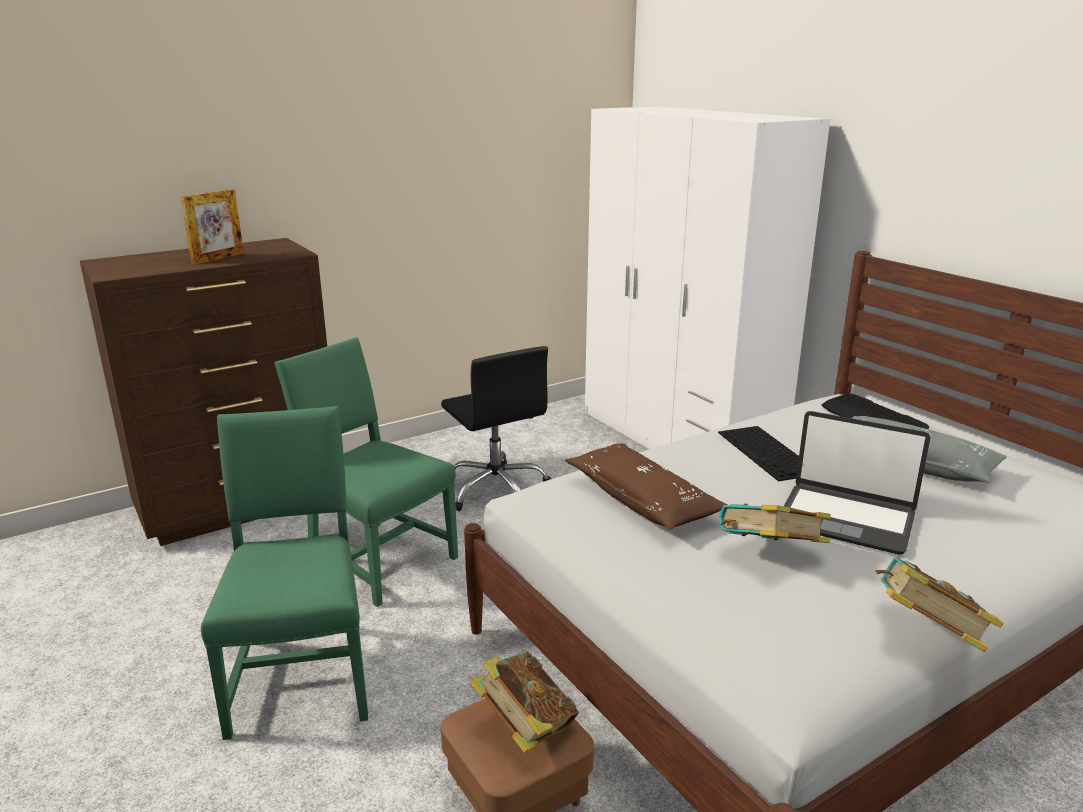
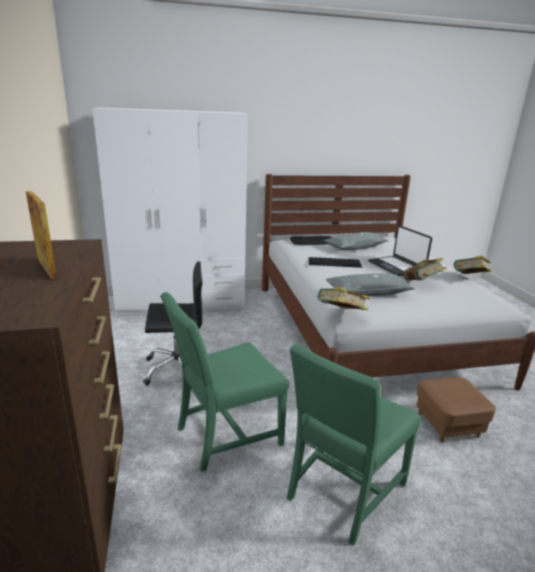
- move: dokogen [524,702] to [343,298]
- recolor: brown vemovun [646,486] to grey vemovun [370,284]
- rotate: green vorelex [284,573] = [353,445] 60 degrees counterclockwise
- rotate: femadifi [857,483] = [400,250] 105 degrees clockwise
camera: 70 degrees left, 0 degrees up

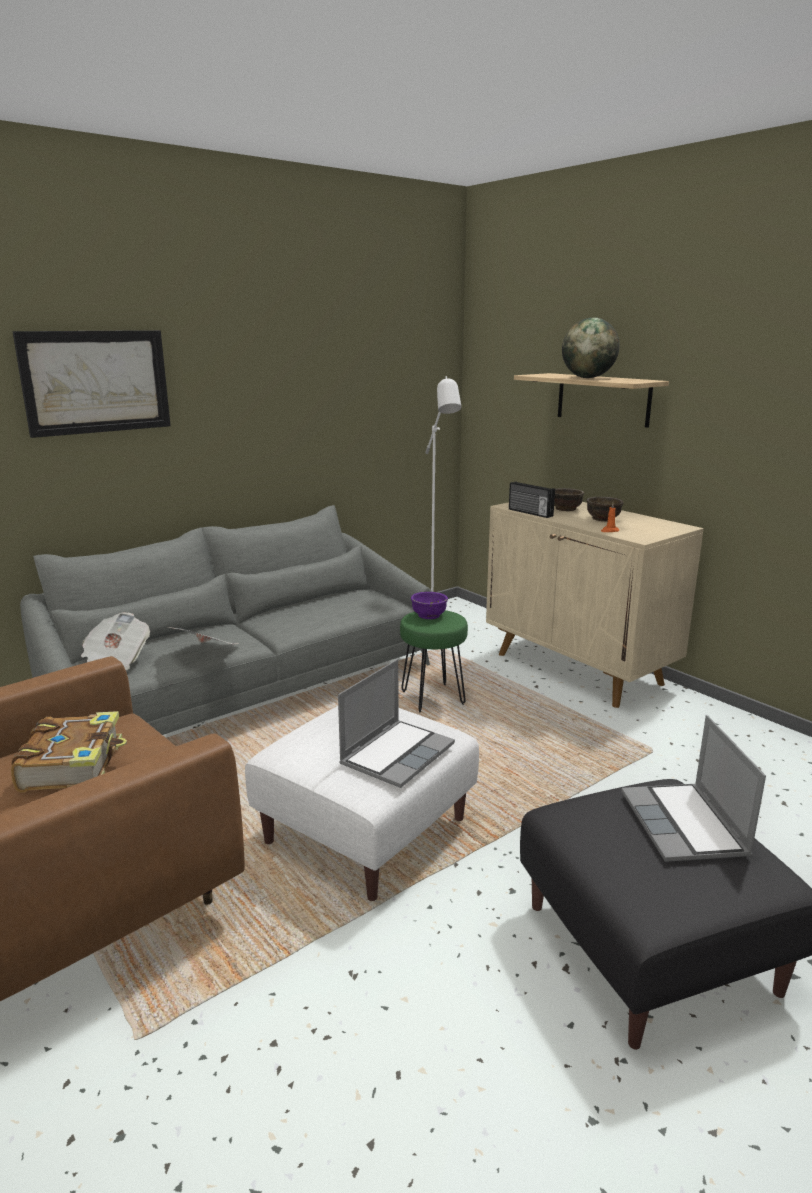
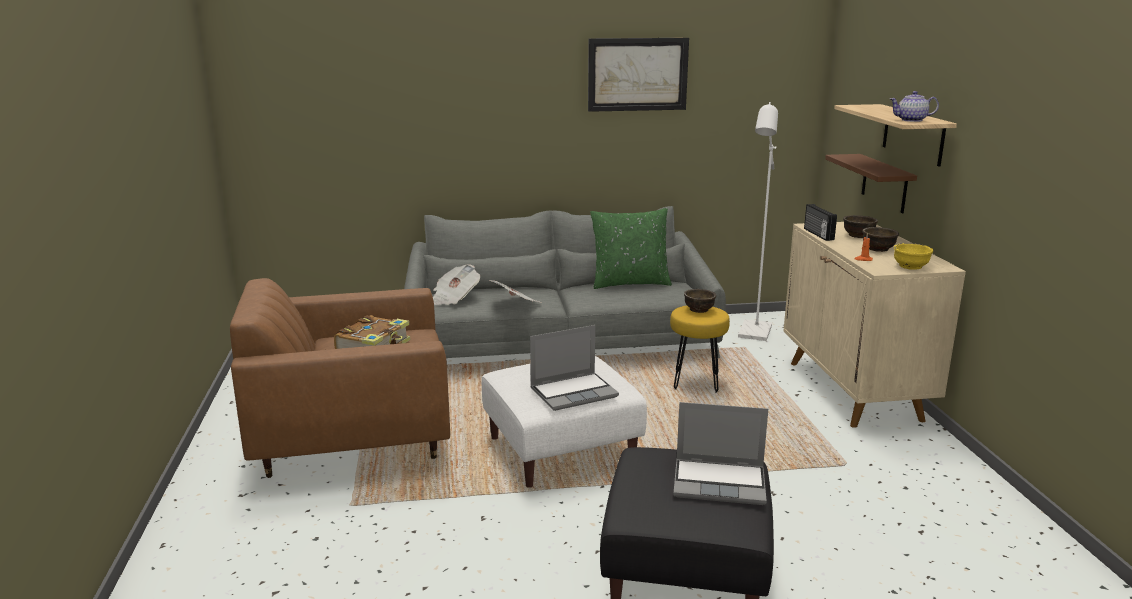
- delete: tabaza [591,347]
- insert: green vemovun [631,248]
- insert: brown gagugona [871,183]
- insert: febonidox [914,106]
- insert: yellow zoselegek [913,256]
- move: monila [91,384] to [638,75]
- recolor: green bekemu [434,661] to yellow bekemu [700,349]
- recolor: purple zoselegek [429,605] to brown zoselegek [700,301]
- rotate: femadifi [693,788] = [720,453] 105 degrees counterclockwise
camera: 30 degrees right, 0 degrees up

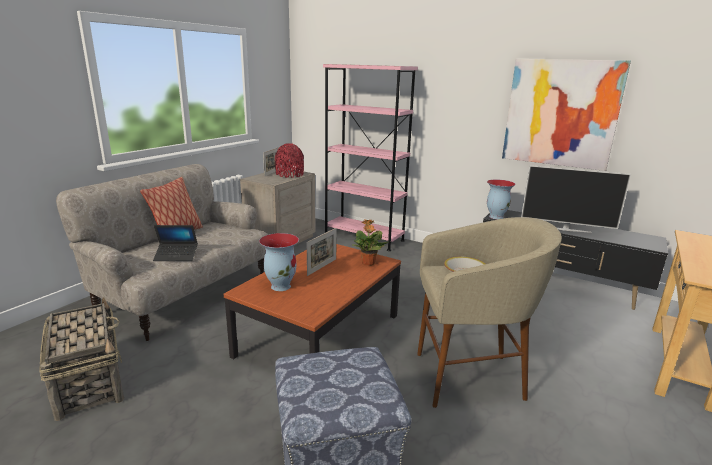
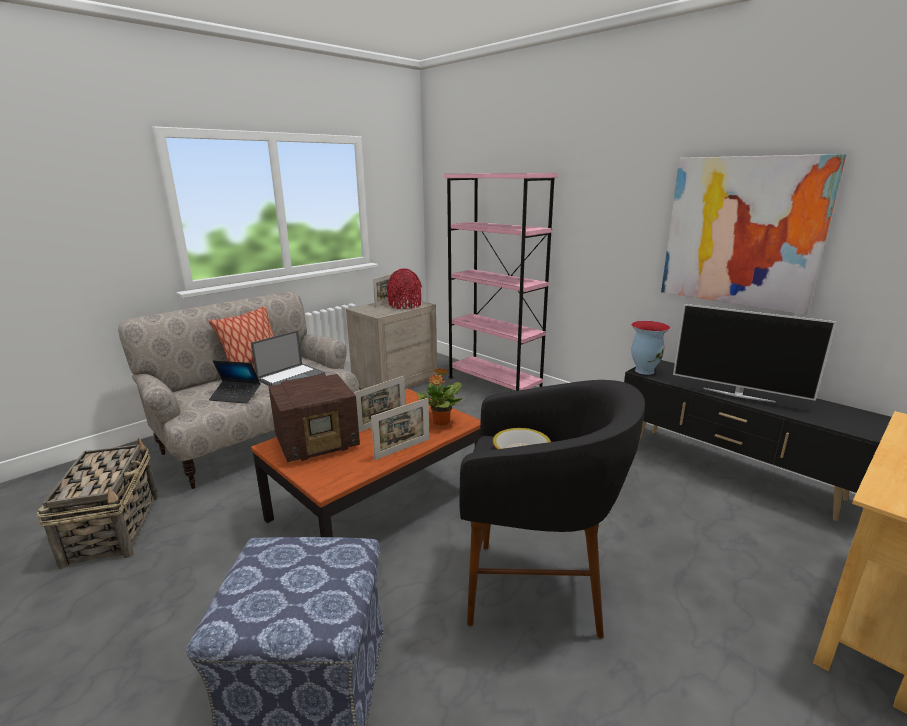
- insert: femadifi [288,358]
- insert: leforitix [400,429]
- replace: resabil [279,262] to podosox [314,418]
- recolor: beige bekemu [489,312] to black bekemu [552,509]
camera: 15 degrees right, 0 degrees up

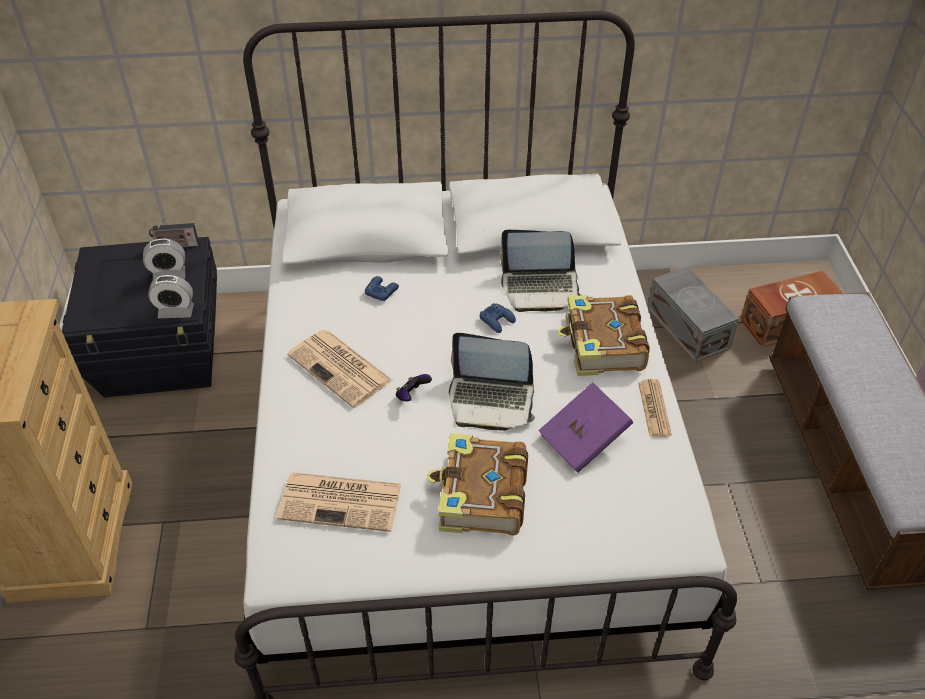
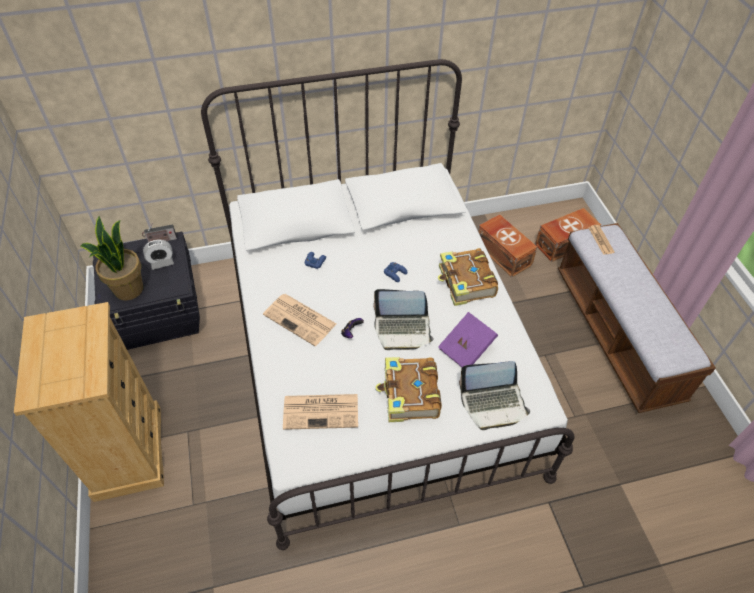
- delete: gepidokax [171,296]
- insert: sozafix [111,258]
- move: femadifi [540,271] to [494,395]
- move: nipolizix [655,408] to [601,240]
- recolor: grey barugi [693,314] to brown barugi [507,245]
camera: 10 degrees left, 5 degrees up

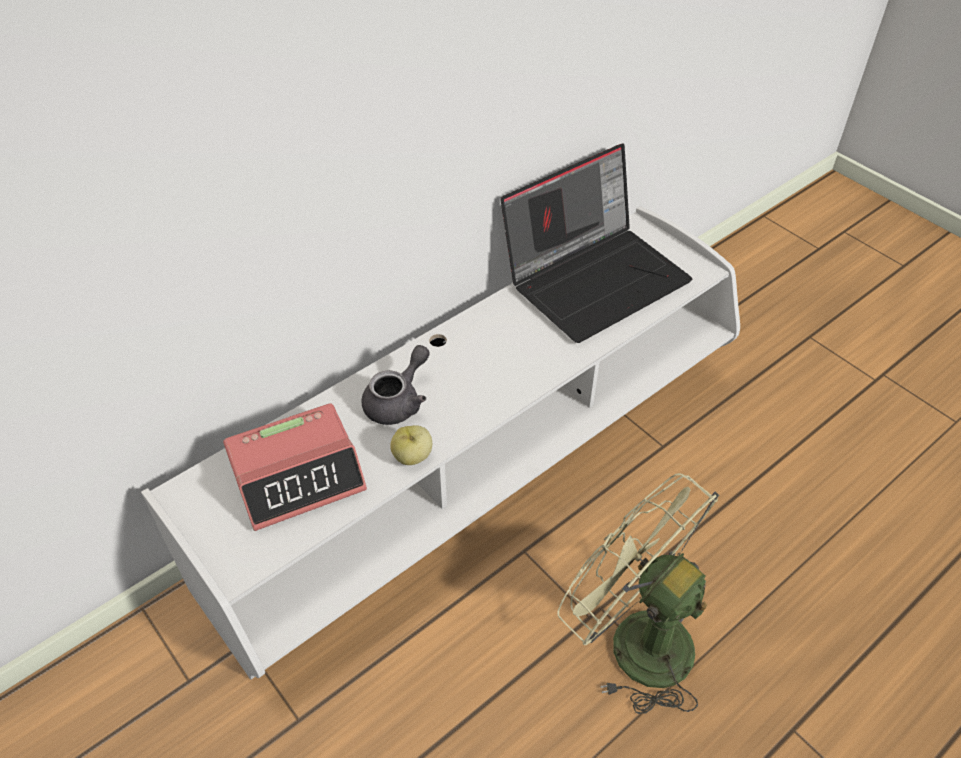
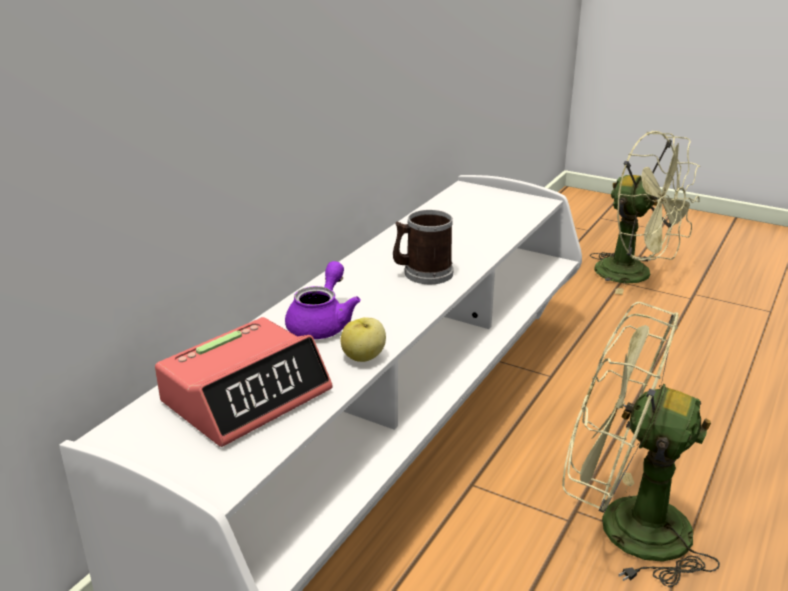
- delete: femadifi [597,243]
- insert: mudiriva [423,247]
- insert: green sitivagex [645,213]
- recolor: grey febonidox [396,385] to purple febonidox [323,300]
camera: 20 degrees left, 20 degrees down

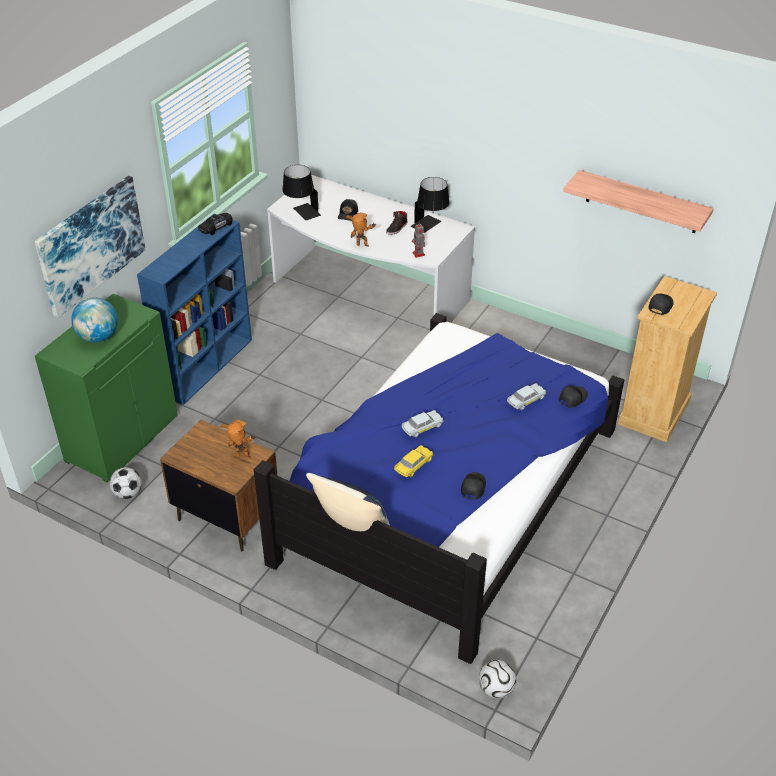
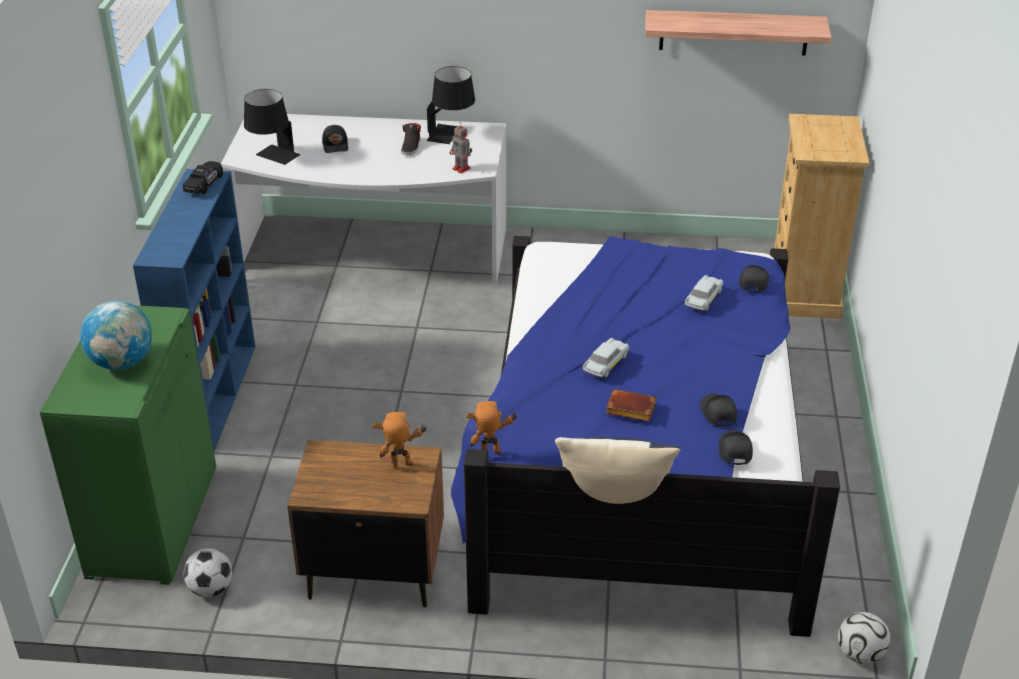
- delete: monila [90,247]
- move: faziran [361,230] to [492,427]
- move: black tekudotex [661,304] to [736,447]
- replace: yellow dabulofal [413,461] to brown dokogen [631,405]
camera: 25 degrees left, 5 degrees down

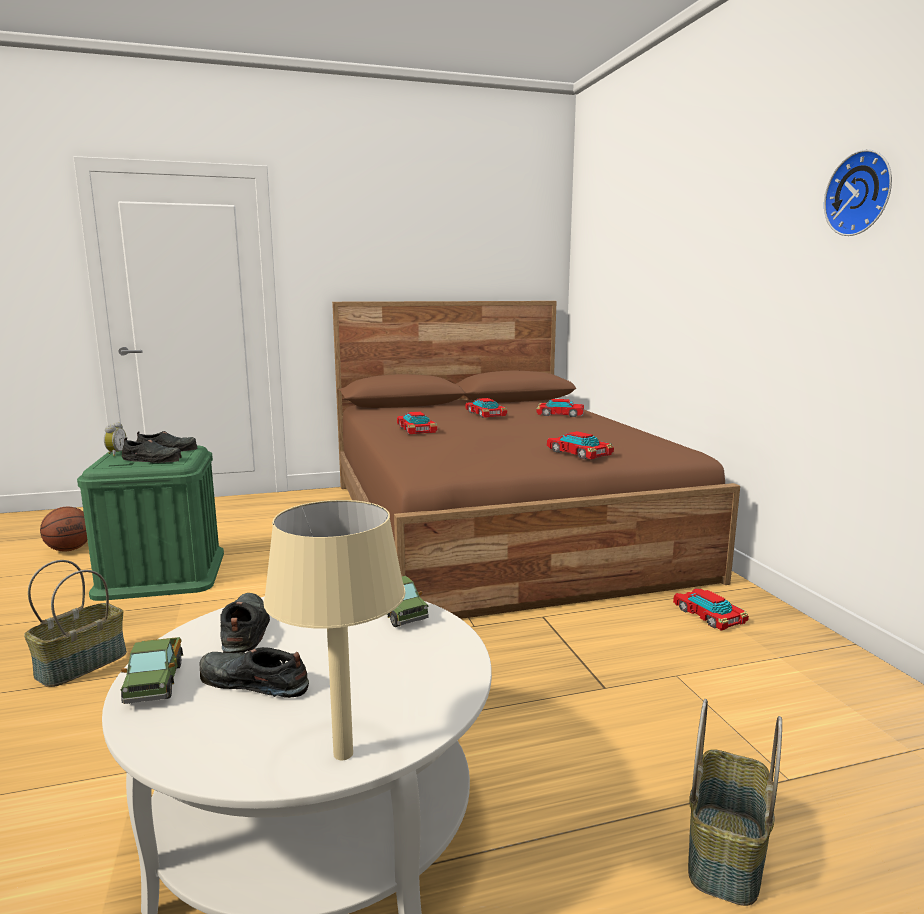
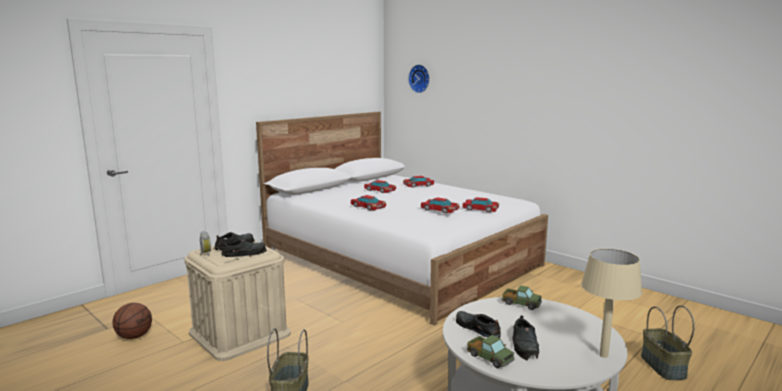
- move: dabulofal [711,609] to [440,206]
- move: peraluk [858,192] to [419,78]
- recolor: green barugi [150,523] to beige barugi [237,301]
- recolor: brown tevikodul [536,460] to white tevikodul [402,219]
- rotate: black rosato [254,672] = [525,338] 75 degrees counterclockwise
camera: 30 degrees left, 0 degrees up

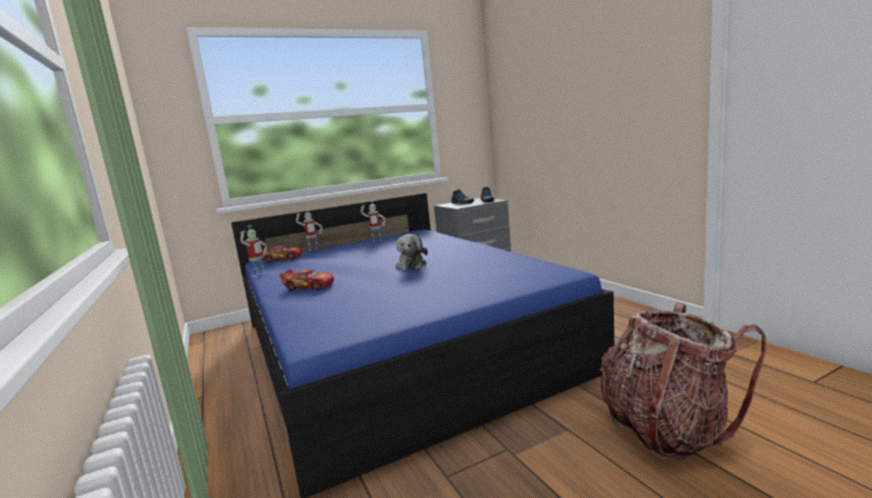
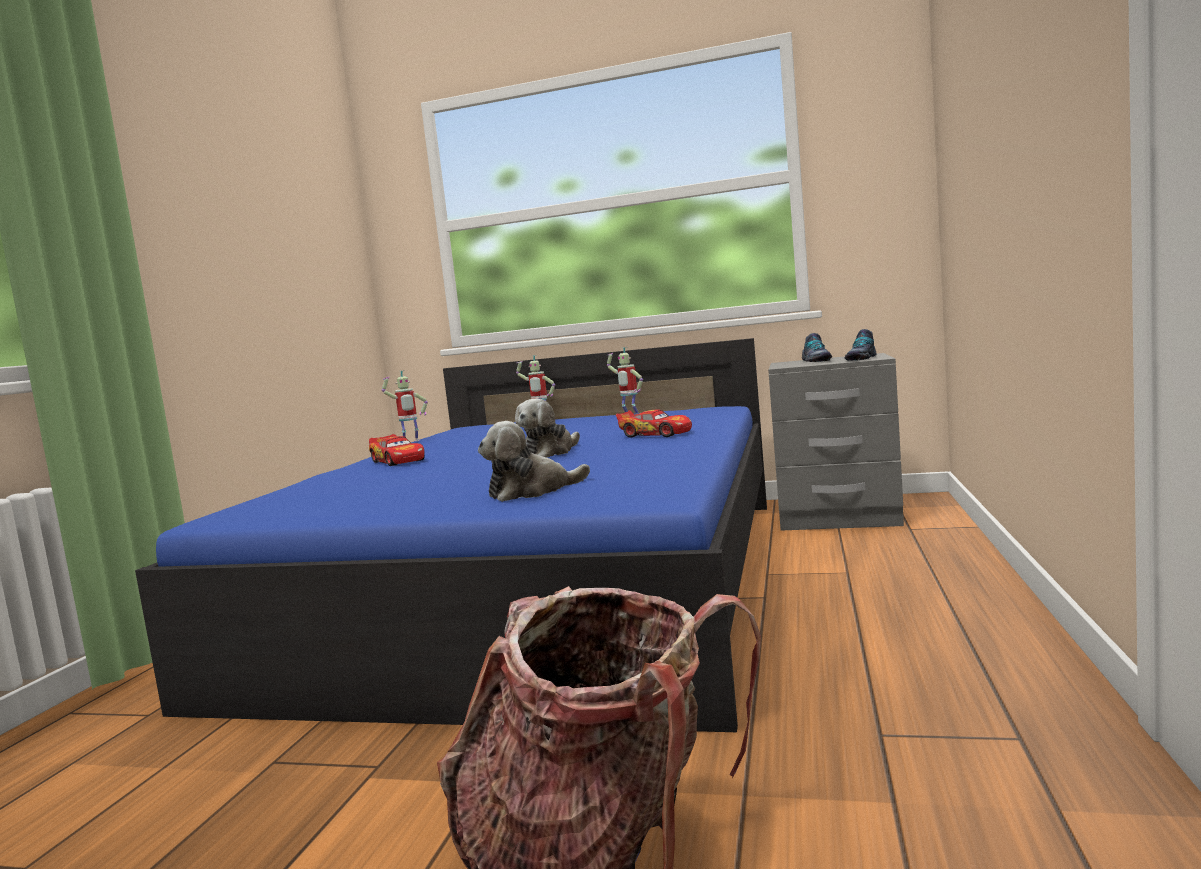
- insert: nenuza [534,461]
- move: dabulofal [282,254] to [654,424]
camera: 40 degrees right, 5 degrees down

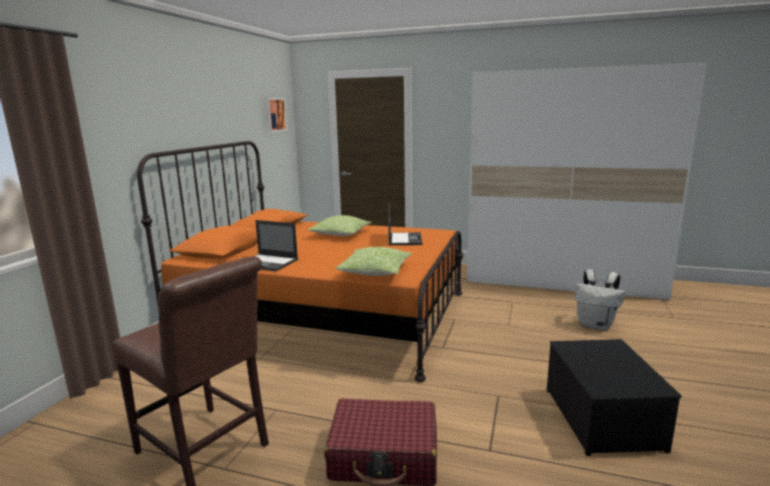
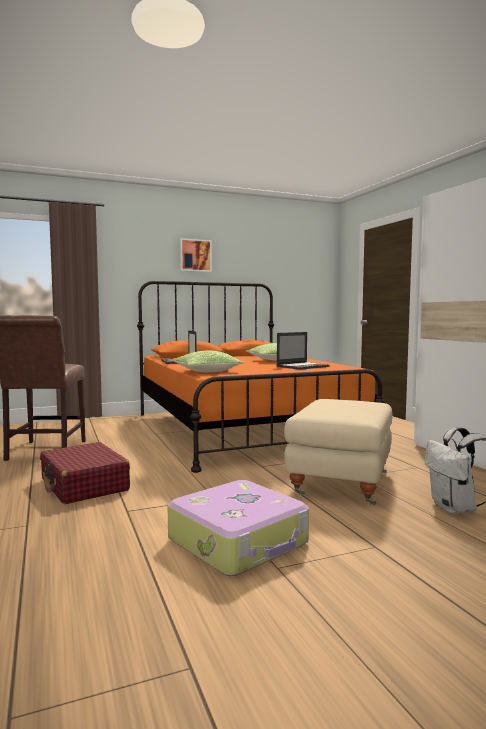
- insert: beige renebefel [338,452]
- move: monila [276,115] to [196,255]
- replace: barugi [614,397] to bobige [238,528]
camera: 50 degrees right, 10 degrees down

